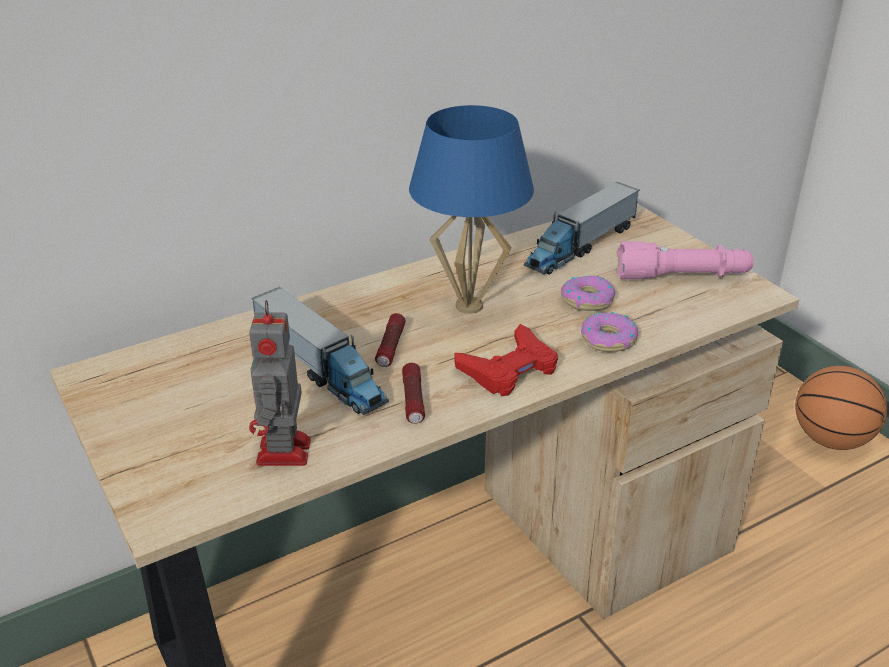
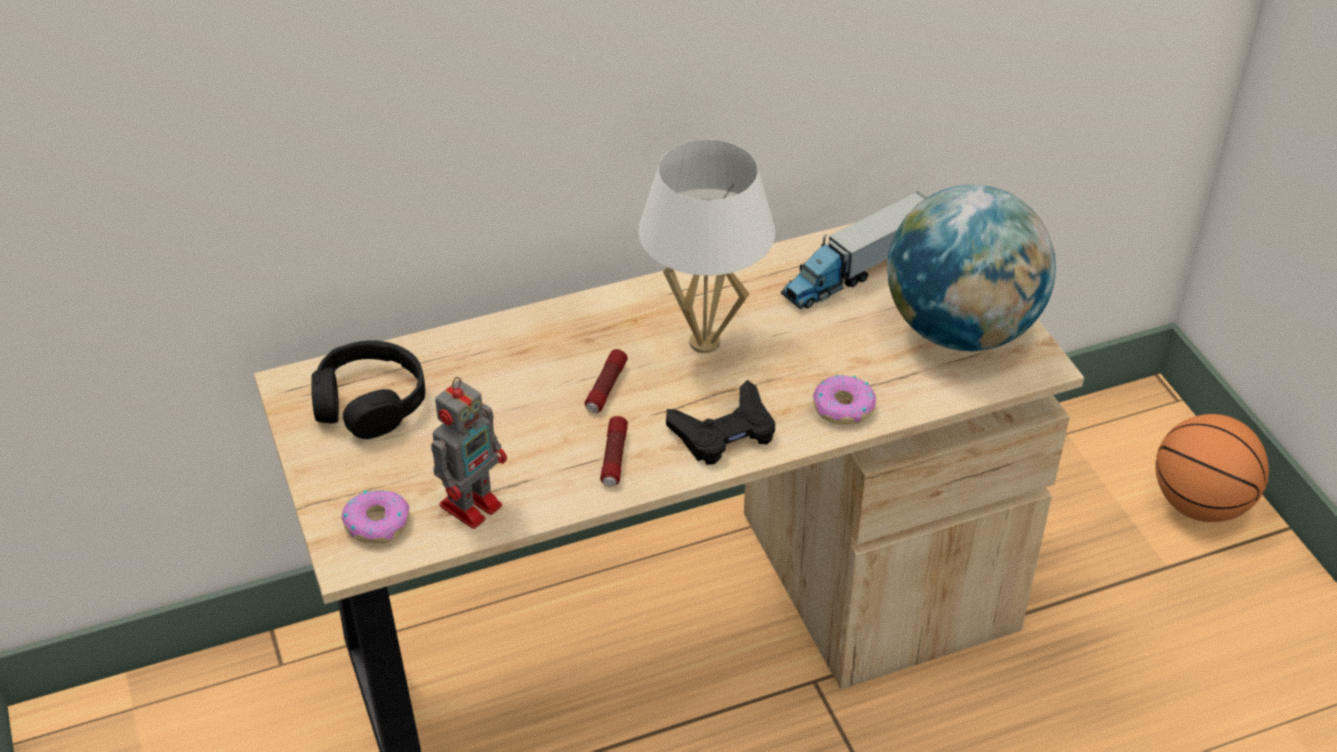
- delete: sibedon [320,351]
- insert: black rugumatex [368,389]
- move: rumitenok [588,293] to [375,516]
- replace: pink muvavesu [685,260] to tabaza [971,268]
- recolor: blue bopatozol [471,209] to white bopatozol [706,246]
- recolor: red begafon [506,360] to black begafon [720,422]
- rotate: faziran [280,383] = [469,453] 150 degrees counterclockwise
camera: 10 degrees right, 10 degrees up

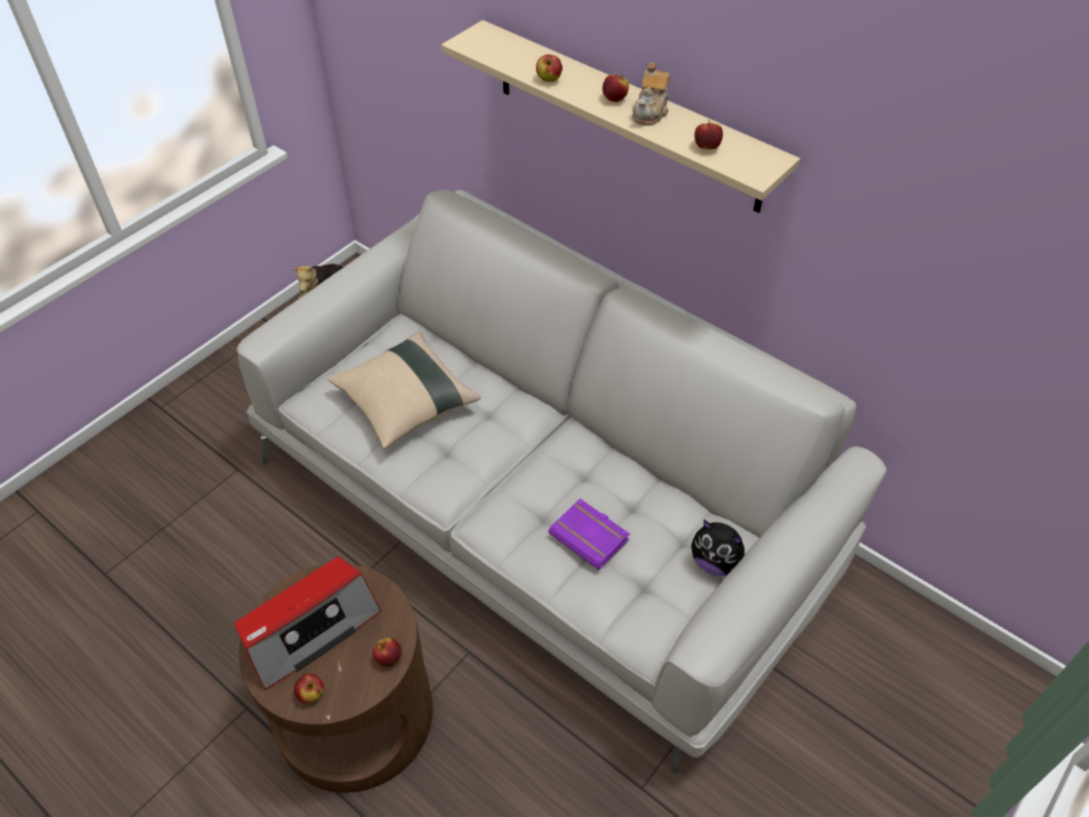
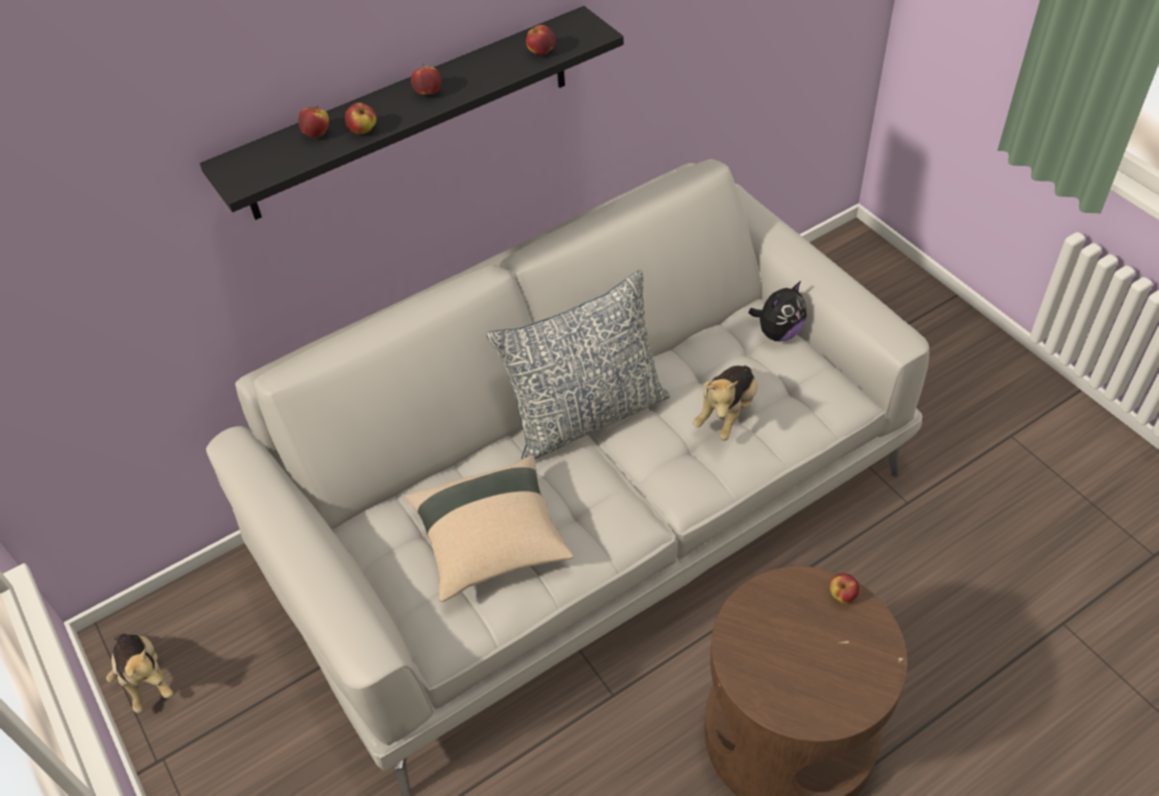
- delete: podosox [307,623]
- delete: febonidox [651,94]
- insert: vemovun [578,365]
- move: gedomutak [309,688] to [313,121]
- replace: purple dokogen [589,534] to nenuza [725,403]
- recolor: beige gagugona [620,116] to black gagugona [412,113]
camera: 70 degrees left, 0 degrees up

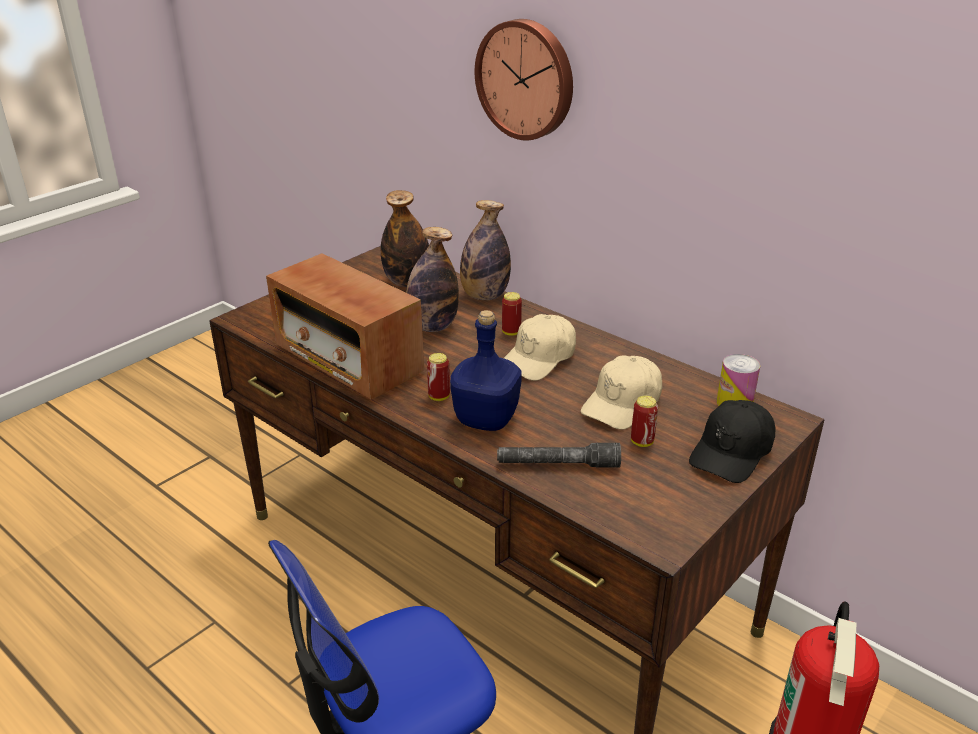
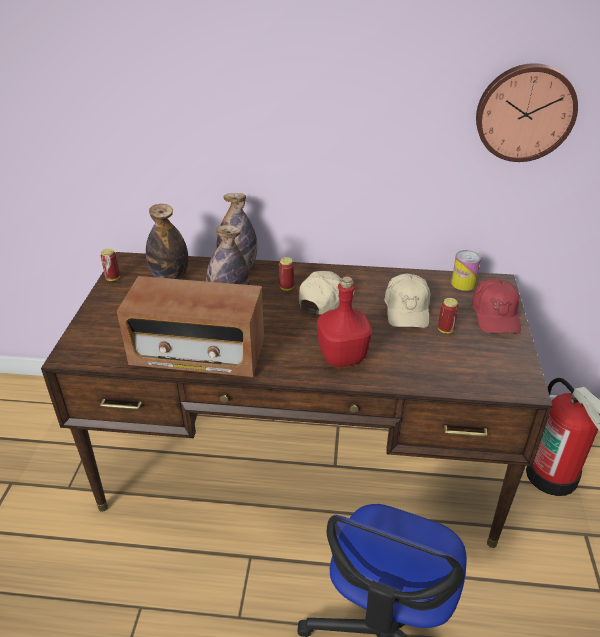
- delete: grey muvavesu [559,455]
- move: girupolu [438,377] to [110,264]
- move: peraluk [524,80] to [527,112]
- recolor: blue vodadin [486,370] to red vodadin [344,321]
- recolor: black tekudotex [732,441] to red tekudotex [496,306]
- rotate: beige tekudotex [540,347] = [326,293] 150 degrees counterclockwise
camera: 35 degrees left, 5 degrees up

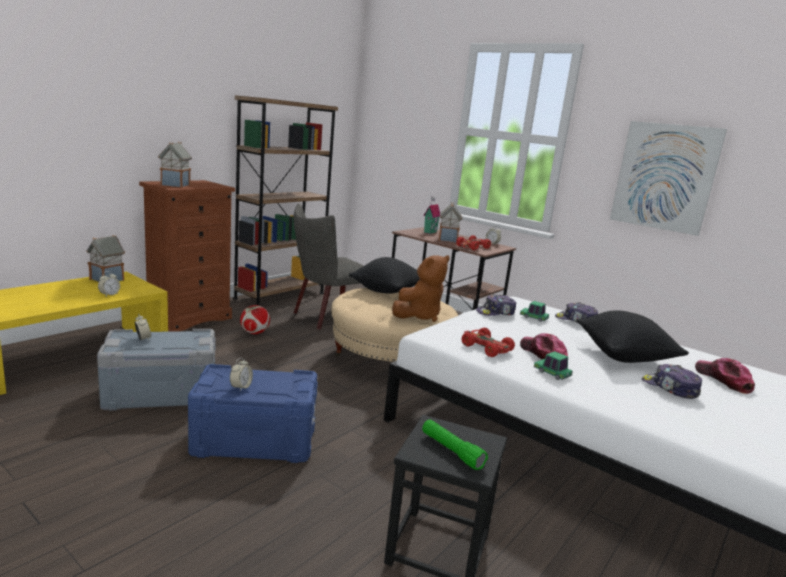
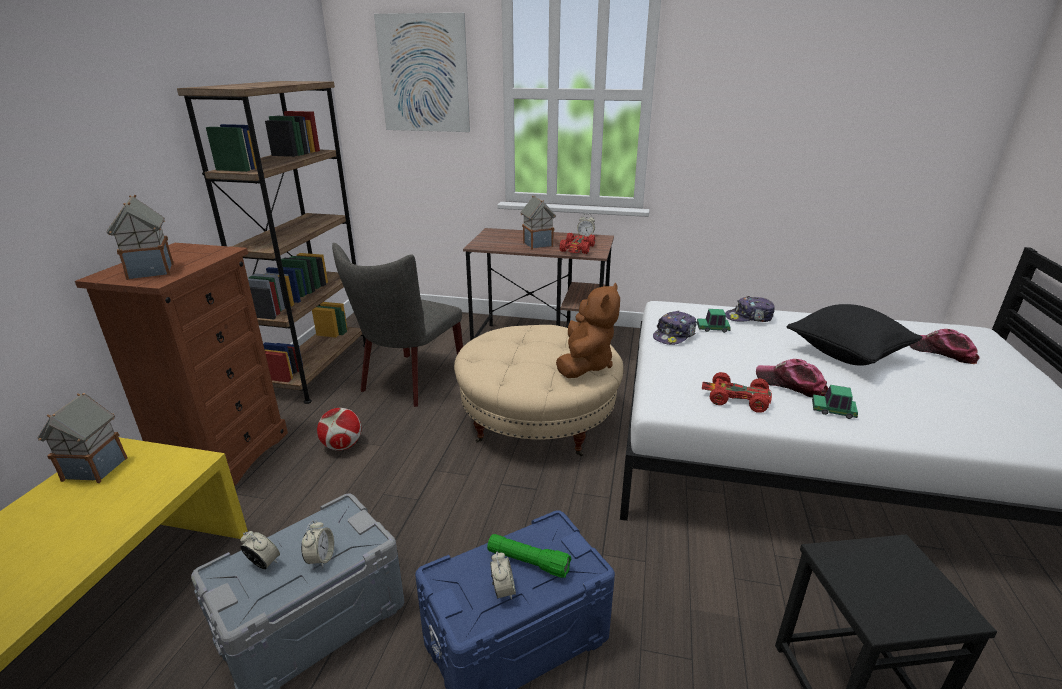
- delete: black vemovun [384,275]
- delete: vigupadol [432,215]
- delete: tekudotex [672,381]
- move: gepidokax [109,283] to [317,544]
- move: green muvavesu [455,444] to [529,556]
- move: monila [668,178] to [422,72]
camera: 25 degrees left, 10 degrees up

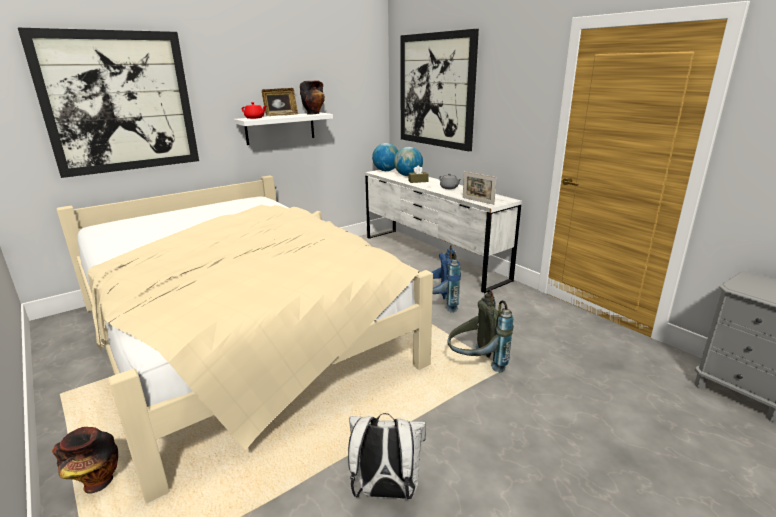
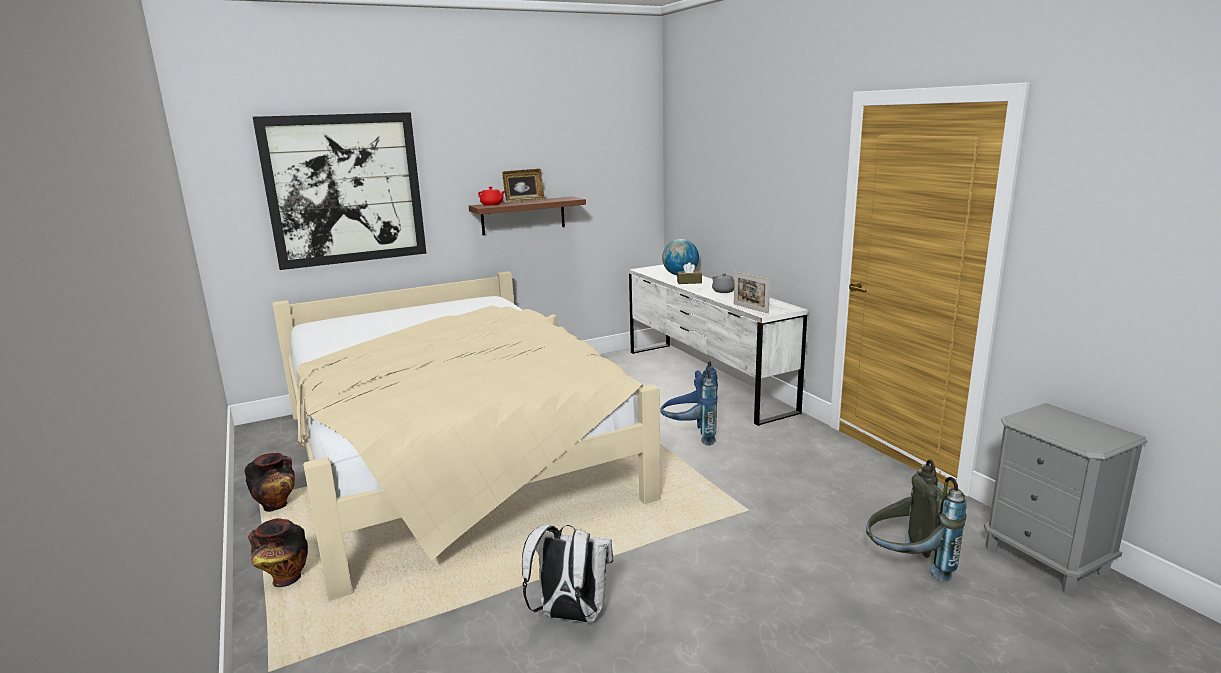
- delete: tabaza [385,157]
- delete: monila [439,90]
- move: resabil [312,97] to [270,482]
- move: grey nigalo [480,331] to [916,520]
- recolor: white gagugona [283,128] to brown gagugona [527,216]
camera: 10 degrees right, 5 degrees down

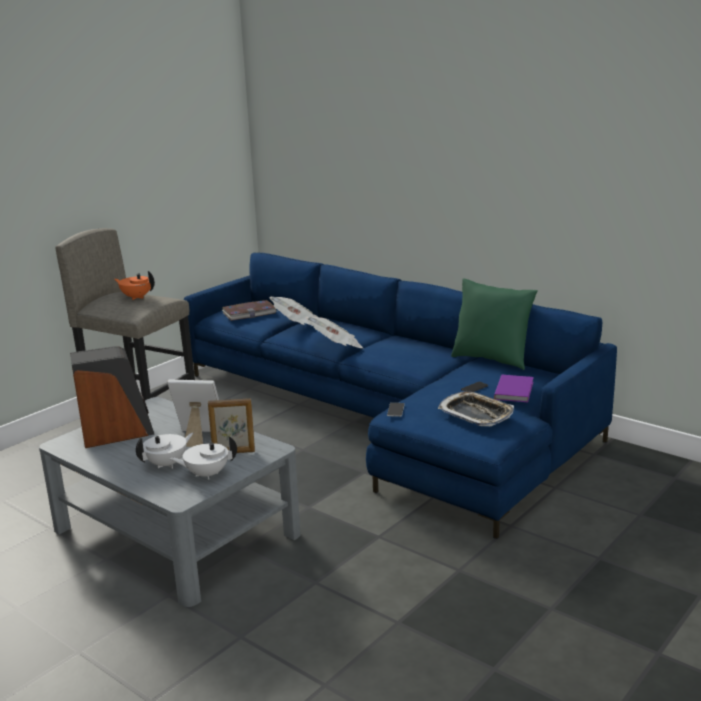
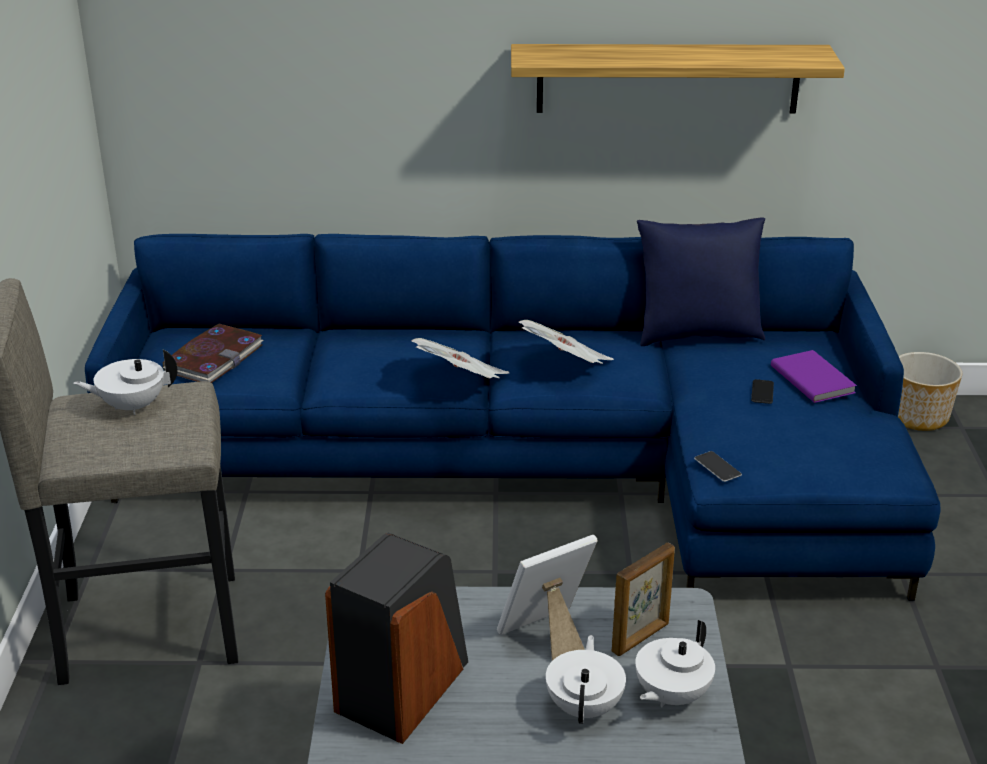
- delete: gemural [476,408]
- insert: gagugona [678,79]
- insert: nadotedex [930,391]
- move: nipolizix [294,311] to [566,342]
- recolor: orange febonidox [134,285] to white febonidox [125,382]
- recolor: green vemovun [494,324] to blue vemovun [701,281]
camera: 40 degrees left, 10 degrees up

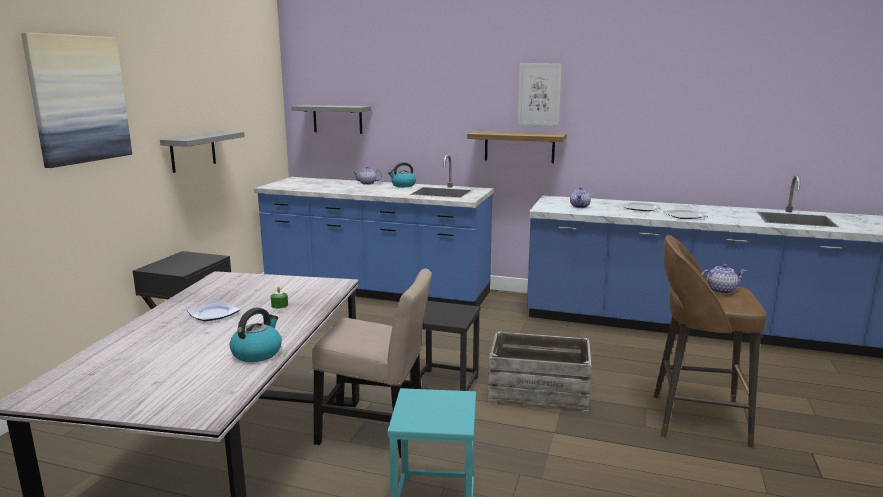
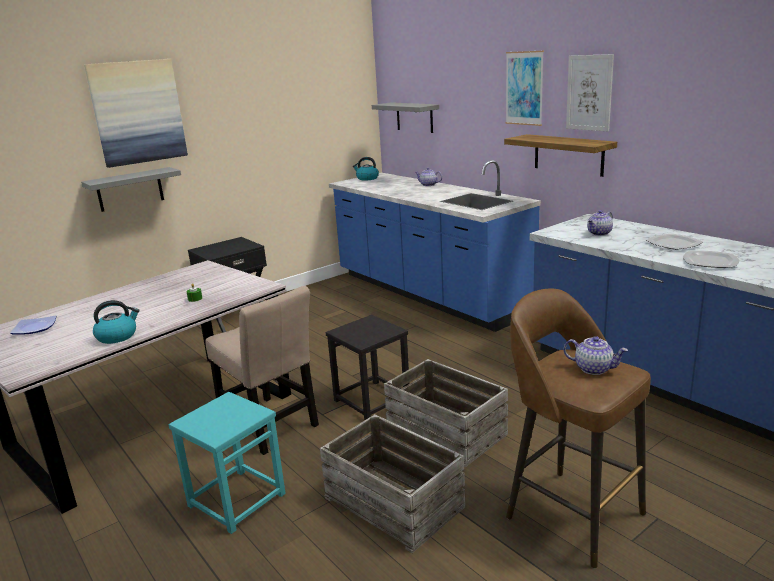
- insert: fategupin [393,483]
- insert: monila [525,88]
- move: grey gagugona [202,152] to [131,189]
- move: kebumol [213,310] to [33,325]
- move: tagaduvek [402,174] to [366,169]
camera: 35 degrees right, 5 degrees up

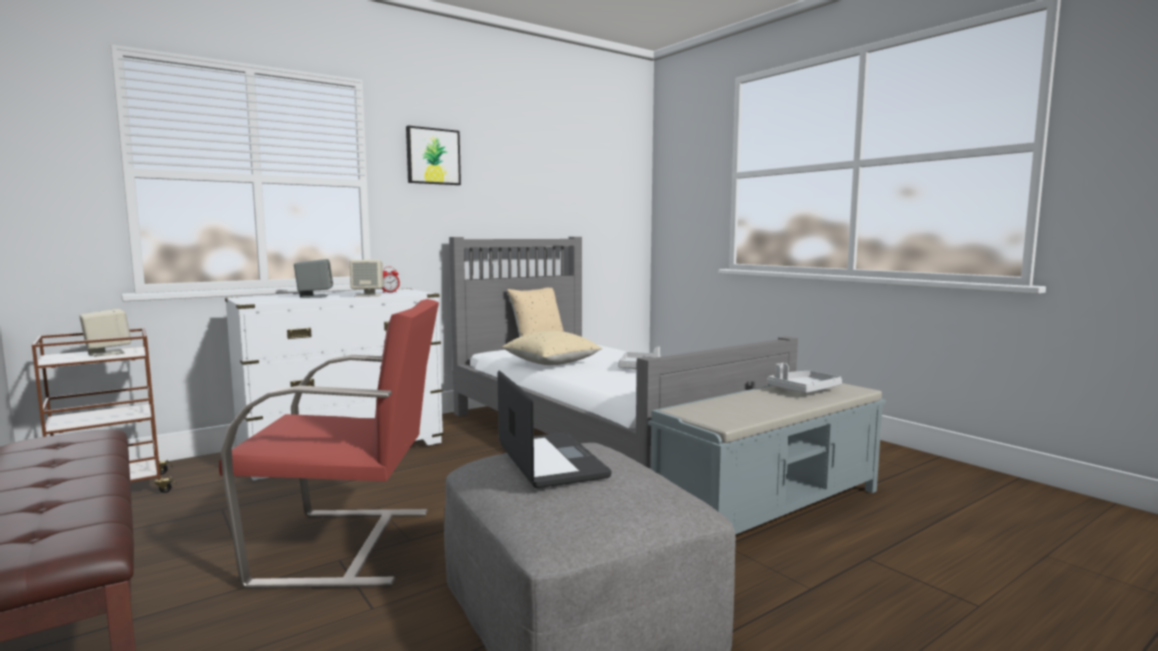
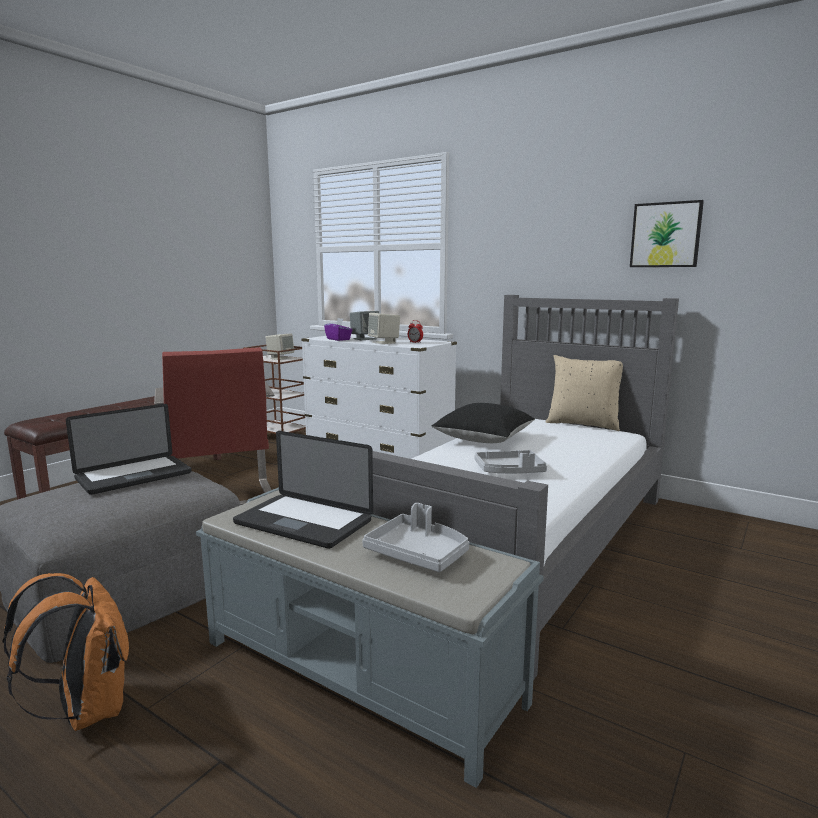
- insert: orange nigalo [65,652]
- insert: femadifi [303,490]
- insert: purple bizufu [338,329]
- move: monila [433,155] to [667,233]
- recolor: beige vemovun [552,347] to black vemovun [483,423]
camera: 70 degrees right, 5 degrees up

